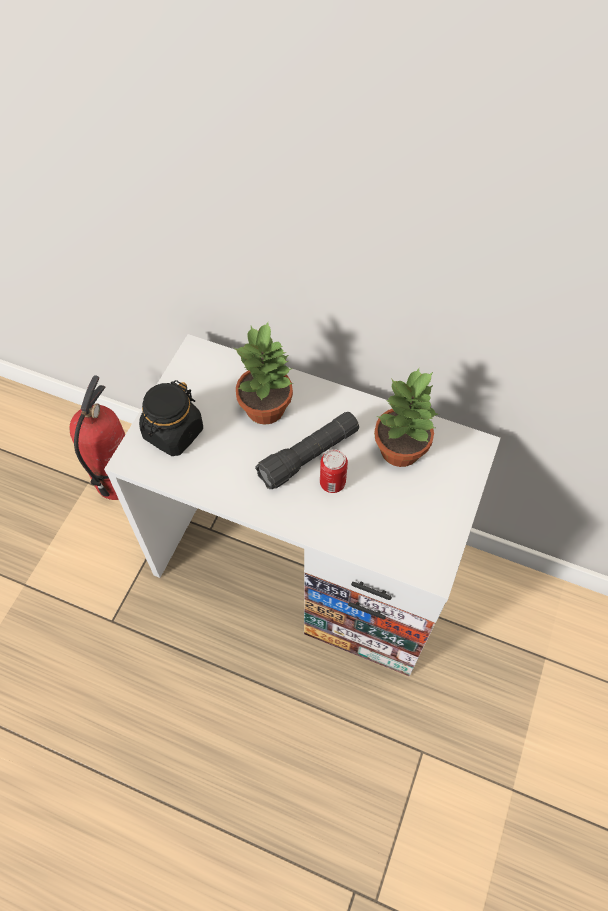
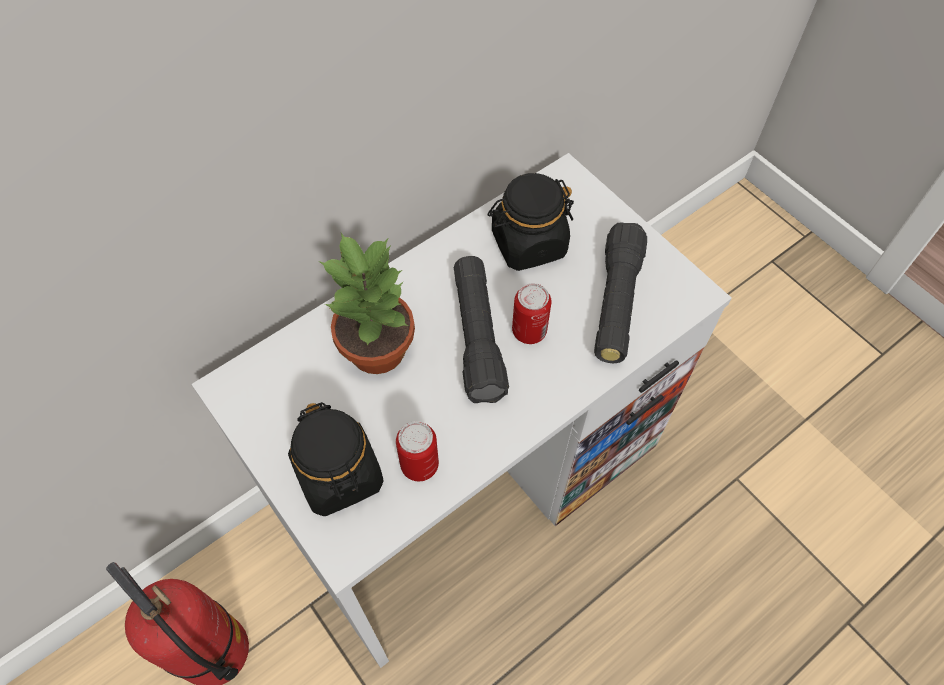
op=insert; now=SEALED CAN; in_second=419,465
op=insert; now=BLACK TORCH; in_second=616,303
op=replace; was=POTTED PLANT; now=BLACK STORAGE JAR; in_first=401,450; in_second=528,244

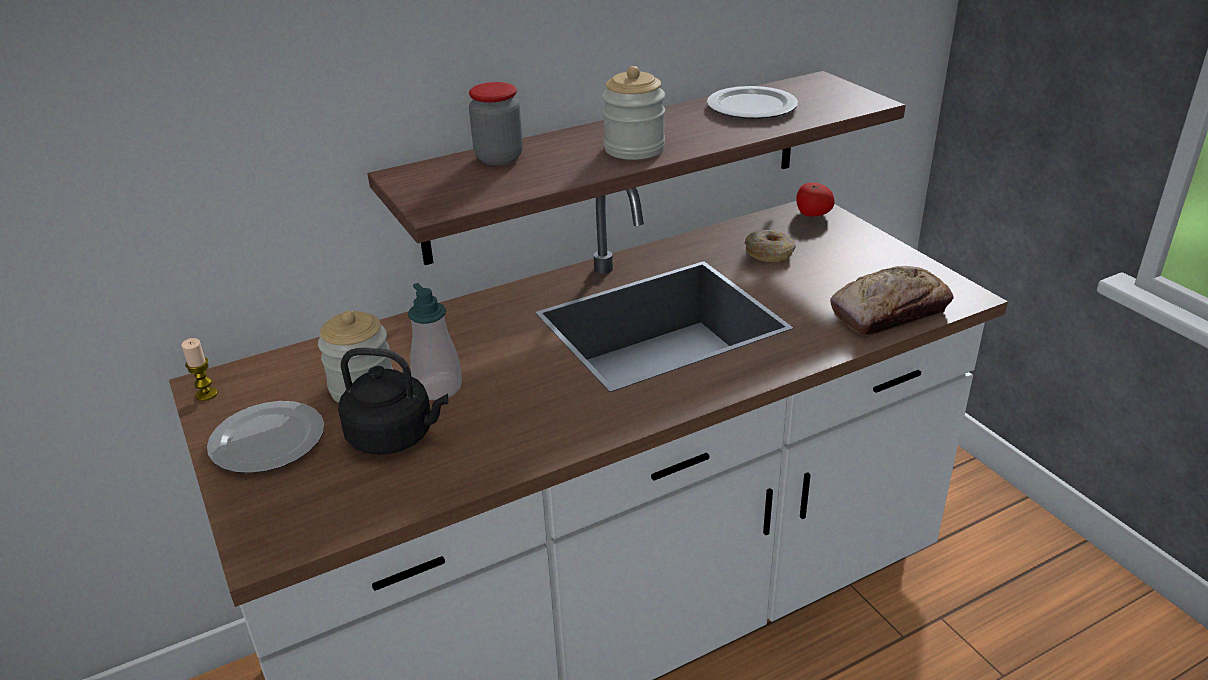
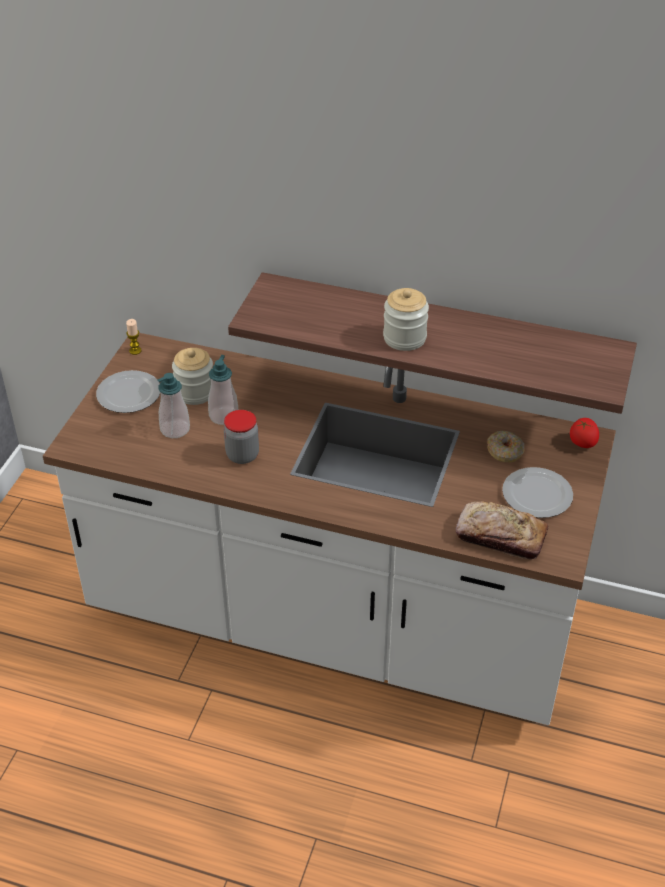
op=move; was=STORAGE JAR; in_first=499,158; in_second=242,455
op=move; was=PLATE; in_first=751,106; in_second=538,494
op=replace; was=BLACK KETTLE; now=LIQUID SOAP BOTTLE; in_first=395,437; in_second=175,429

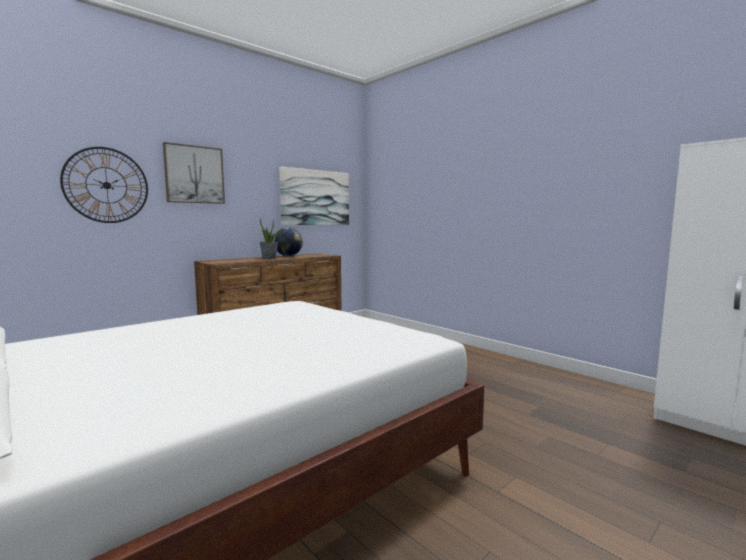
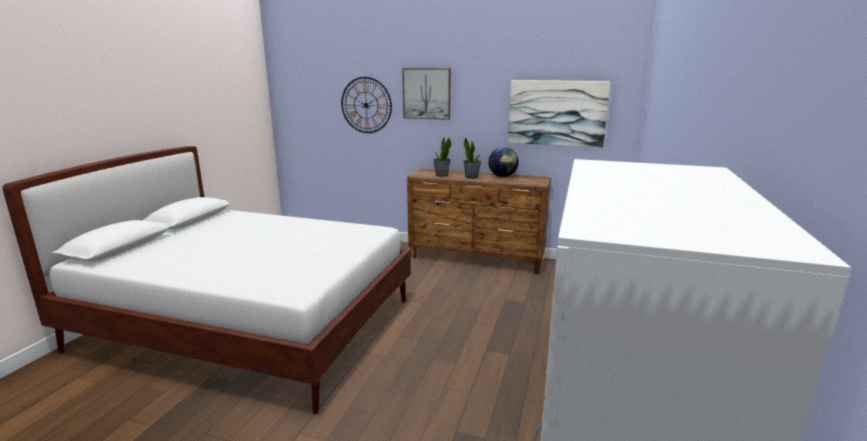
op=insert; now=POTTED PLANT; in_second=441,175

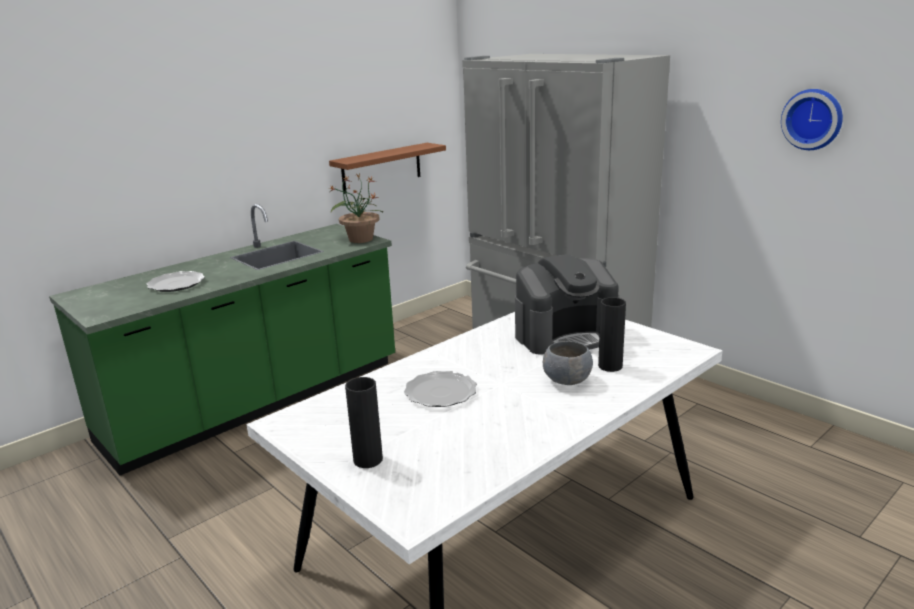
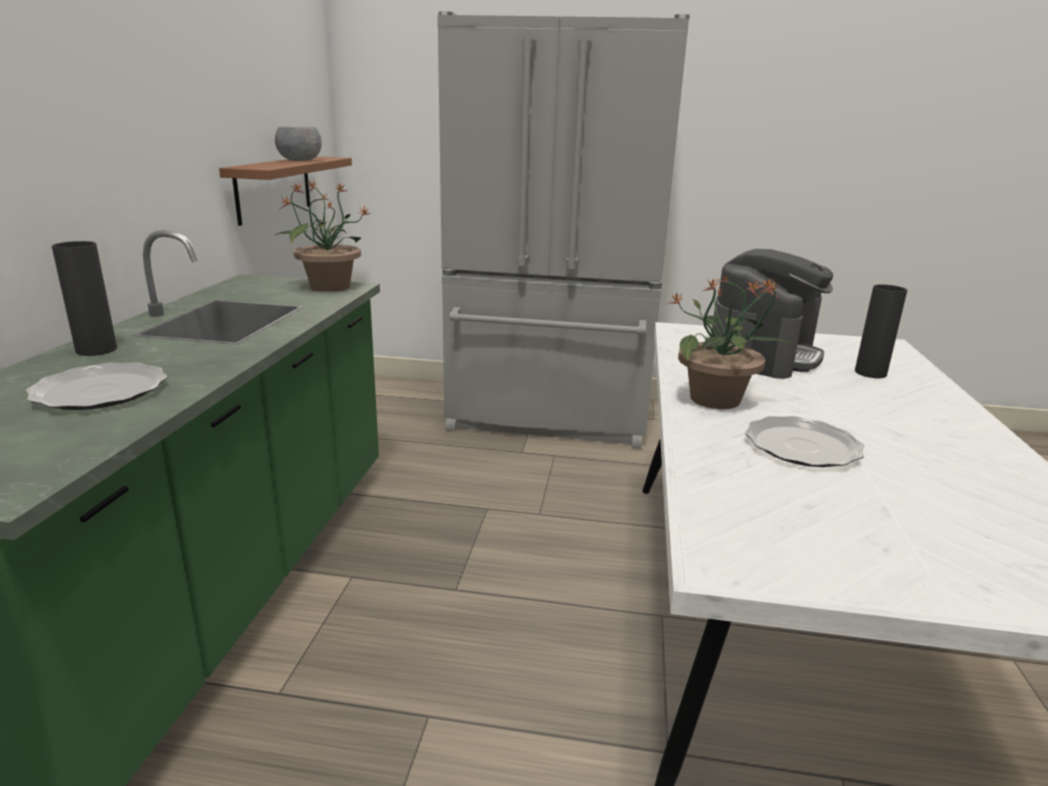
op=delete; was=CLOCK ON THE WALL; in_first=813,119
op=insert; now=POTTED PLANT; in_second=717,400
op=move; was=BLACK VASE; in_first=368,459; in_second=96,350
op=move; was=GREYISH DEEP DISH; in_first=567,380; in_second=300,160

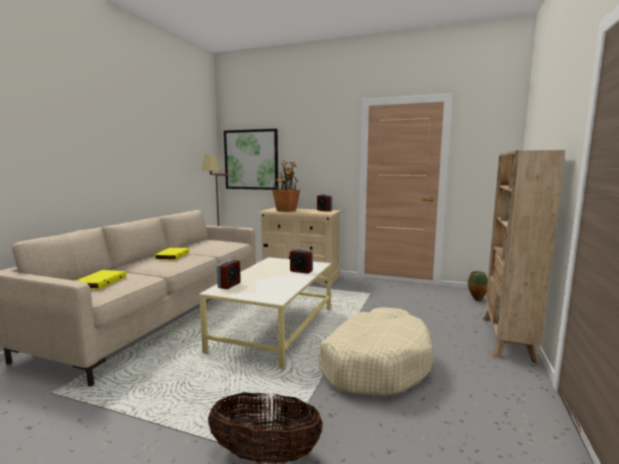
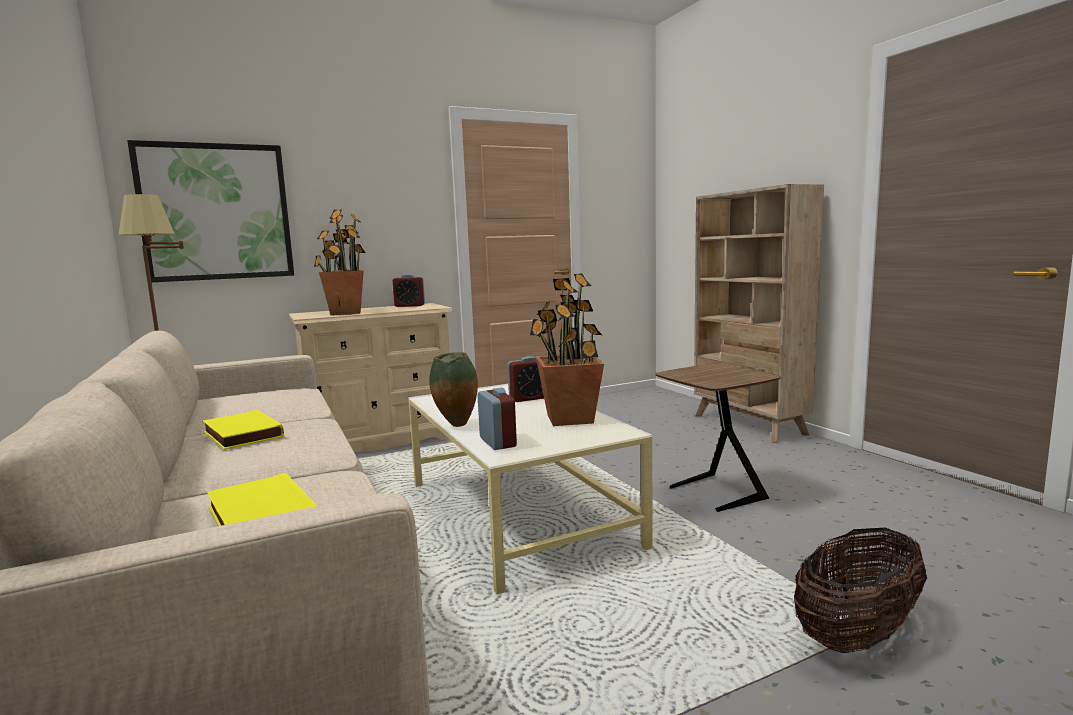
op=insert; now=POTTED PLANT; in_second=569,419
op=move; was=VASE; in_first=476,300; in_second=456,426
op=replace; was=BEIGE-COLOURED DOG BED; now=BROWN END TABLE; in_first=374,363; in_second=715,494

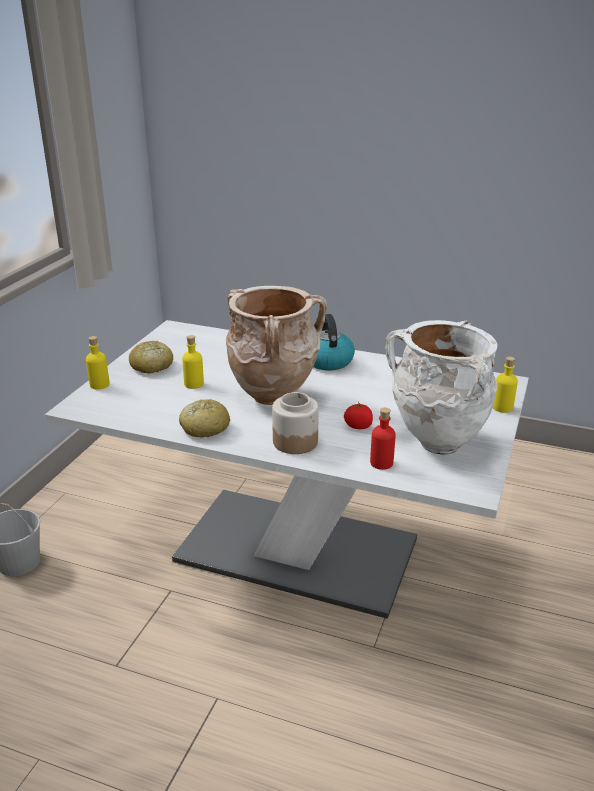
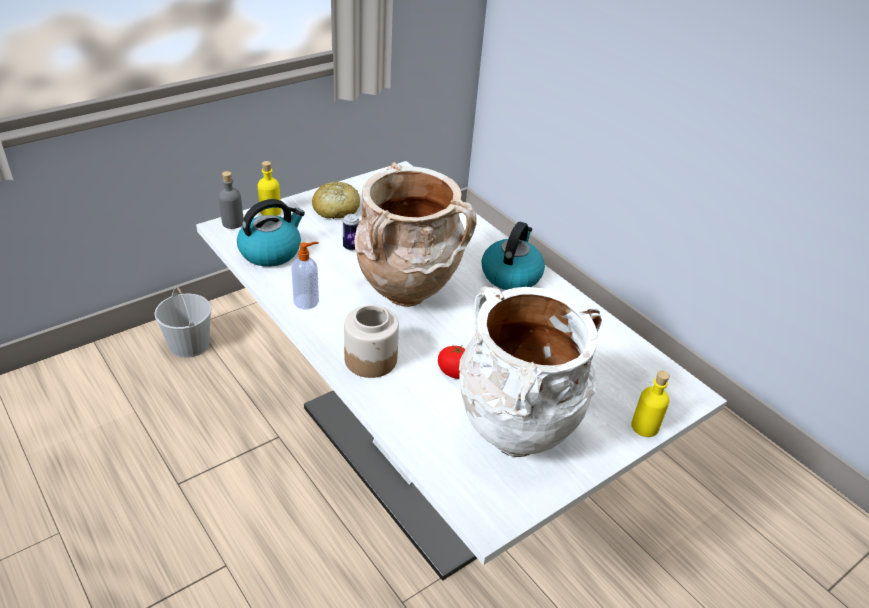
op=delete; was=REDDISH BOTTLE; in_first=381,463
op=insert; now=GREYISH BOTTLE; in_second=232,223
op=insert; now=KETTLE; in_second=271,251
op=replace; was=BAKERY BREAD; now=LIQUID SOAP BOTTLE; in_first=204,427; in_second=307,301
op=replace; was=YELLOW BOTTLE; now=SEALED CAN; in_first=194,384; in_second=351,247

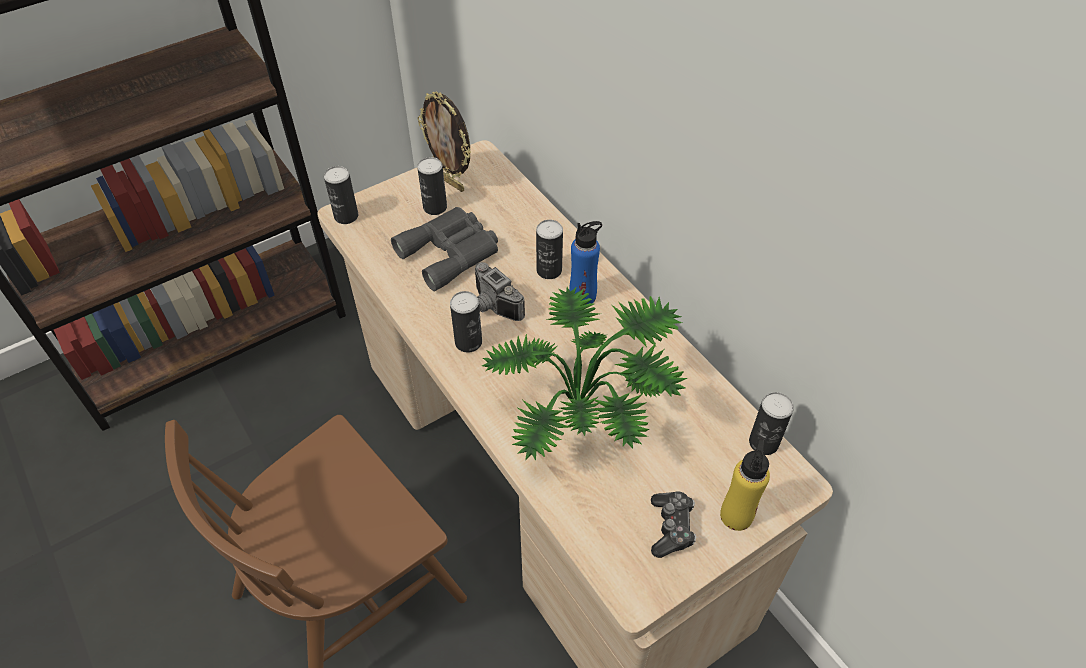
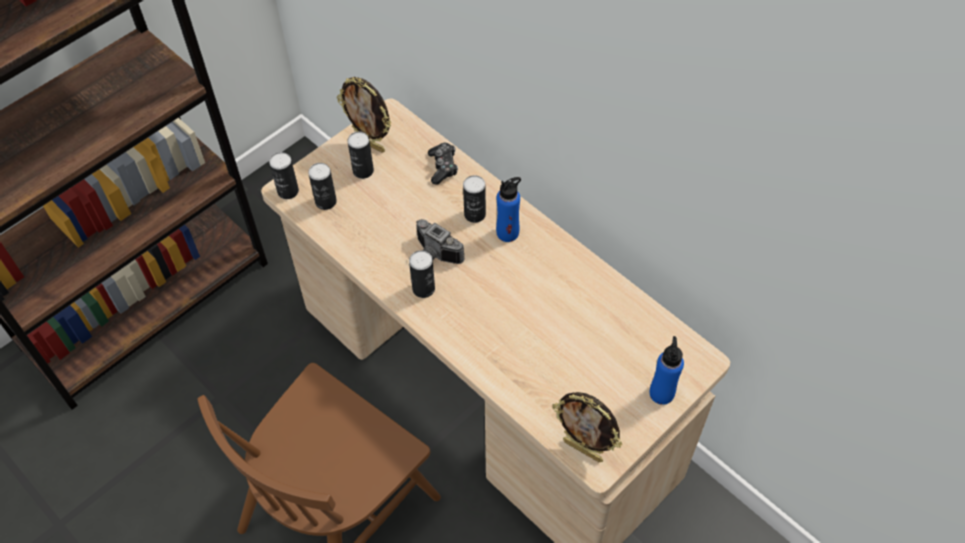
op=delete; was=GREYISH BINOCULARS; in_first=451,252
op=delete; was=POTTED PLANT; in_first=587,414
op=insert; now=PHOTO FRAME; in_second=583,450
op=move; was=JOYPAD; in_first=671,527; in_second=443,167
op=move; was=SEALED CAN; in_first=763,442; in_second=326,201
op=recolor; was=YELLOW BOTTLE; now=BLUISH BOTTLE; in_first=736,515; in_second=661,393

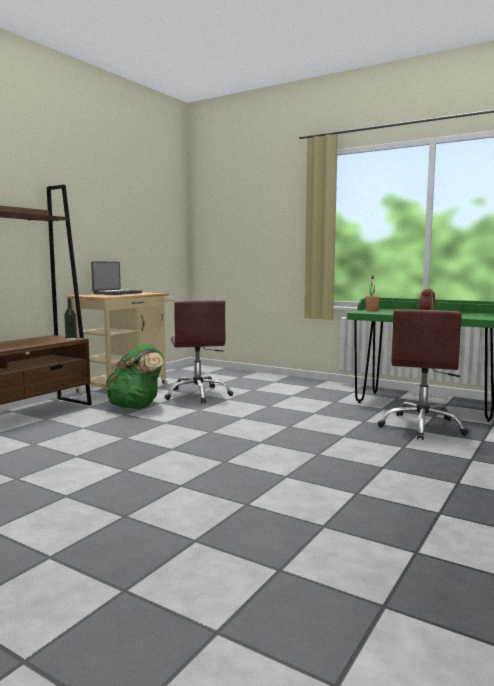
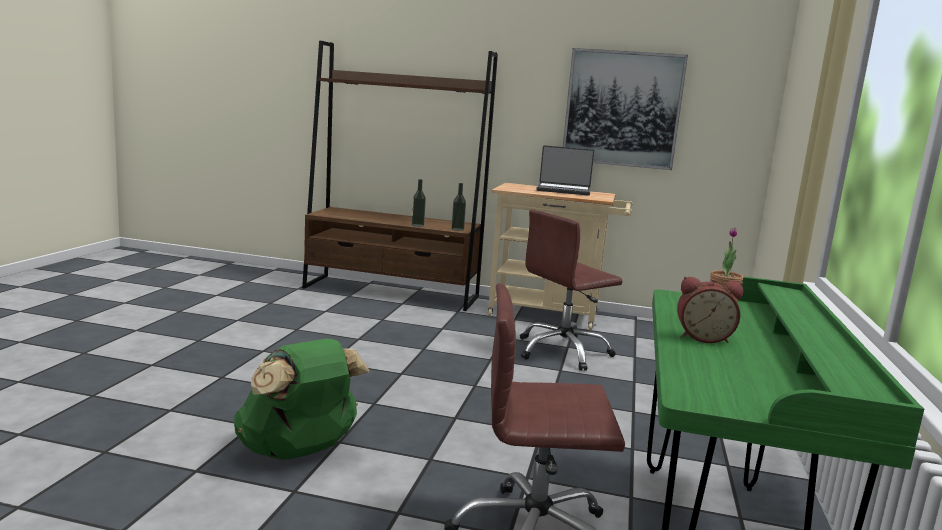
op=insert; now=BOTTLE; in_second=417,225
op=insert; now=WALL ART; in_second=622,109
op=move; was=GREEN-COLOURED KNAPSACK; in_first=136,406; in_second=299,451

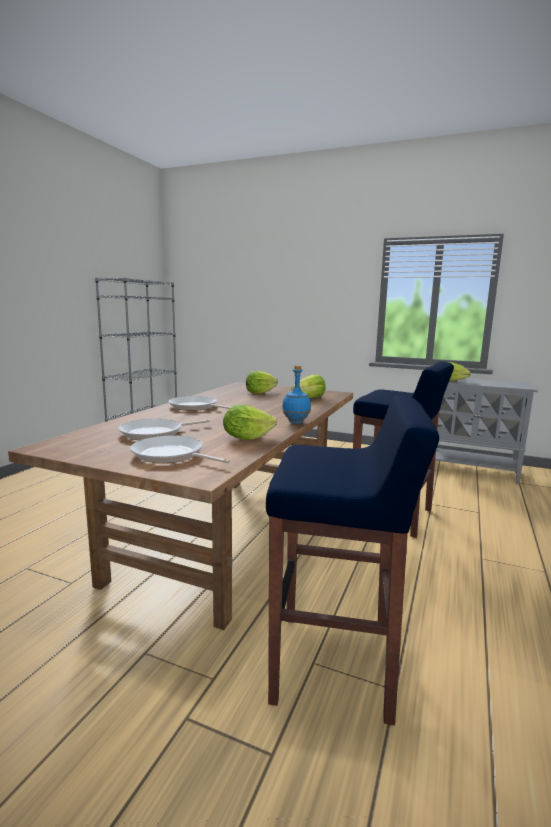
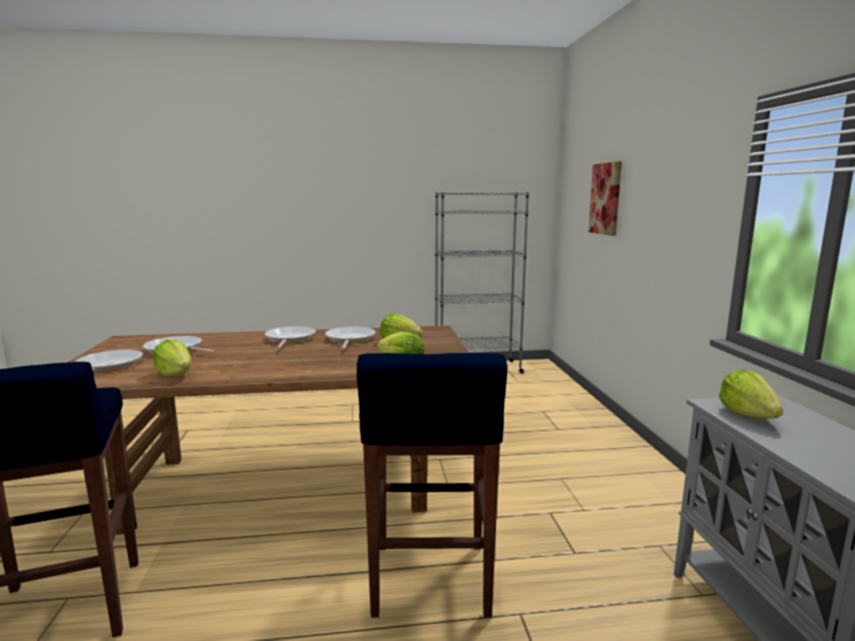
op=delete; was=BLUISH BOTTLE; in_first=295,422
op=insert; now=PAN; in_second=349,339
op=insert; now=WALL ART; in_second=605,198

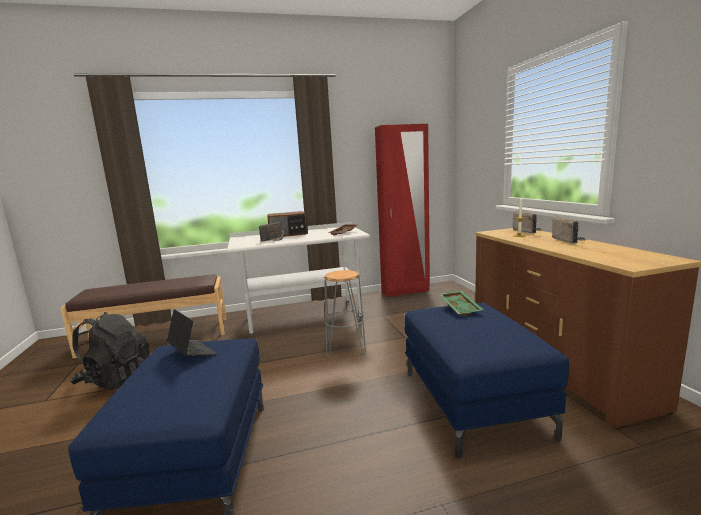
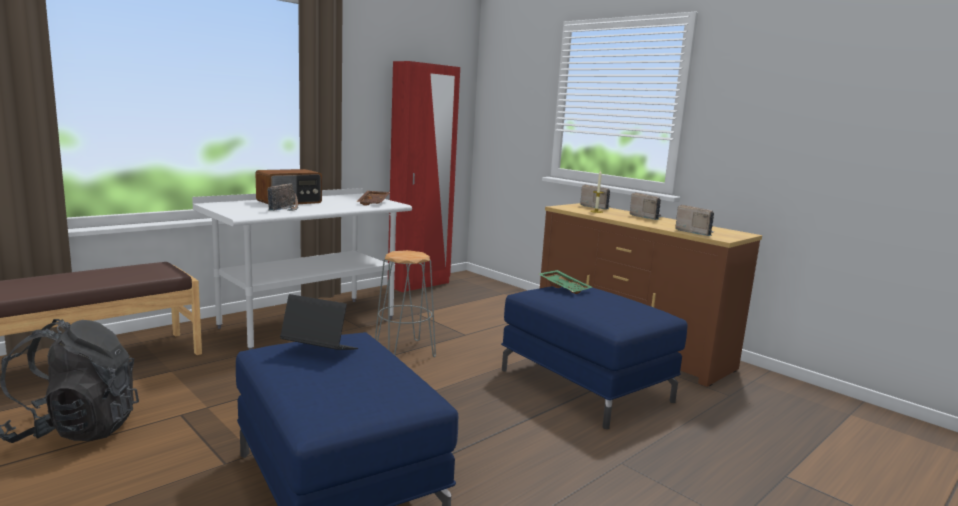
op=insert; now=RADIO SET; in_second=695,232

